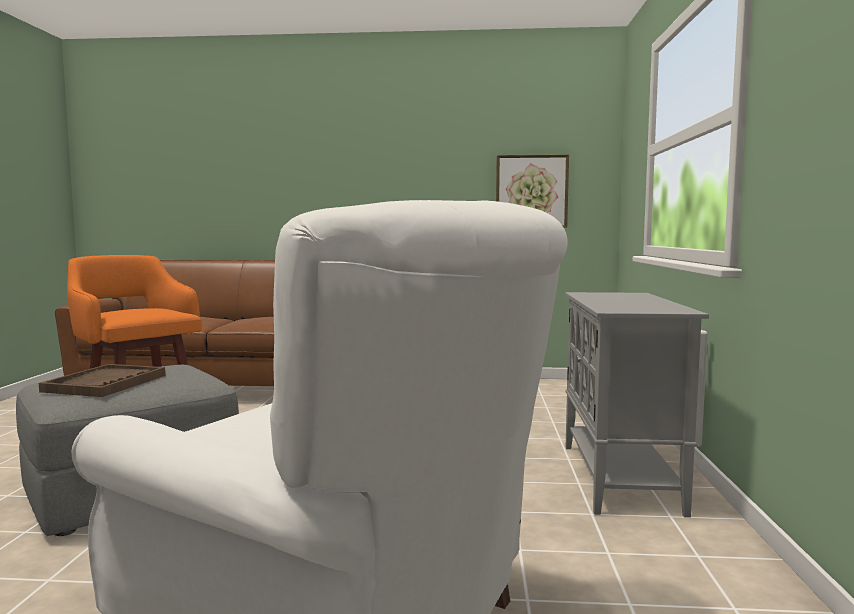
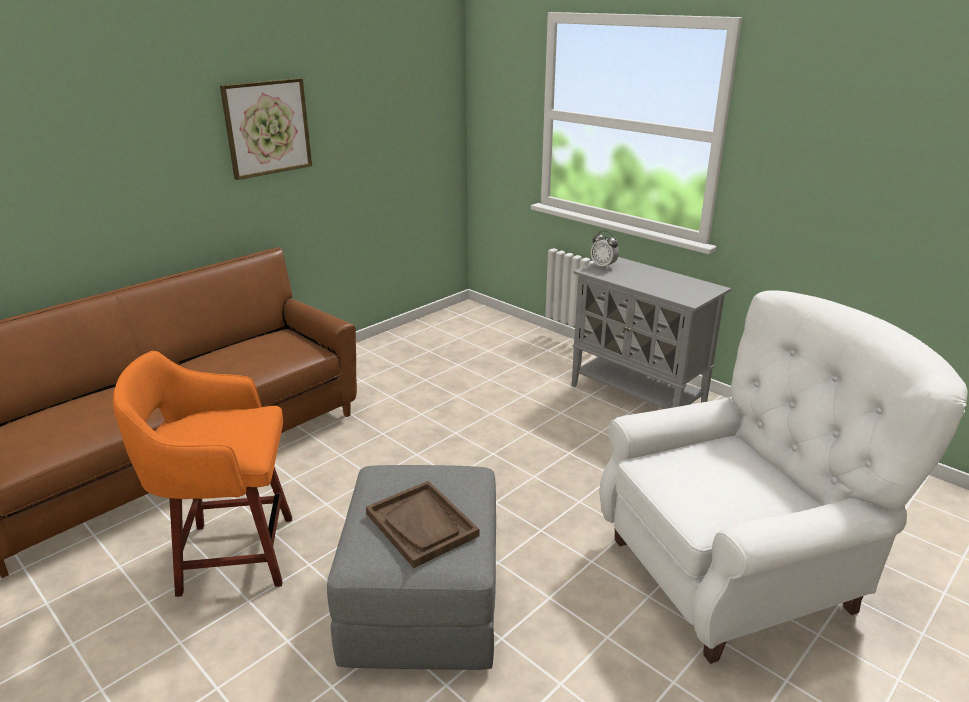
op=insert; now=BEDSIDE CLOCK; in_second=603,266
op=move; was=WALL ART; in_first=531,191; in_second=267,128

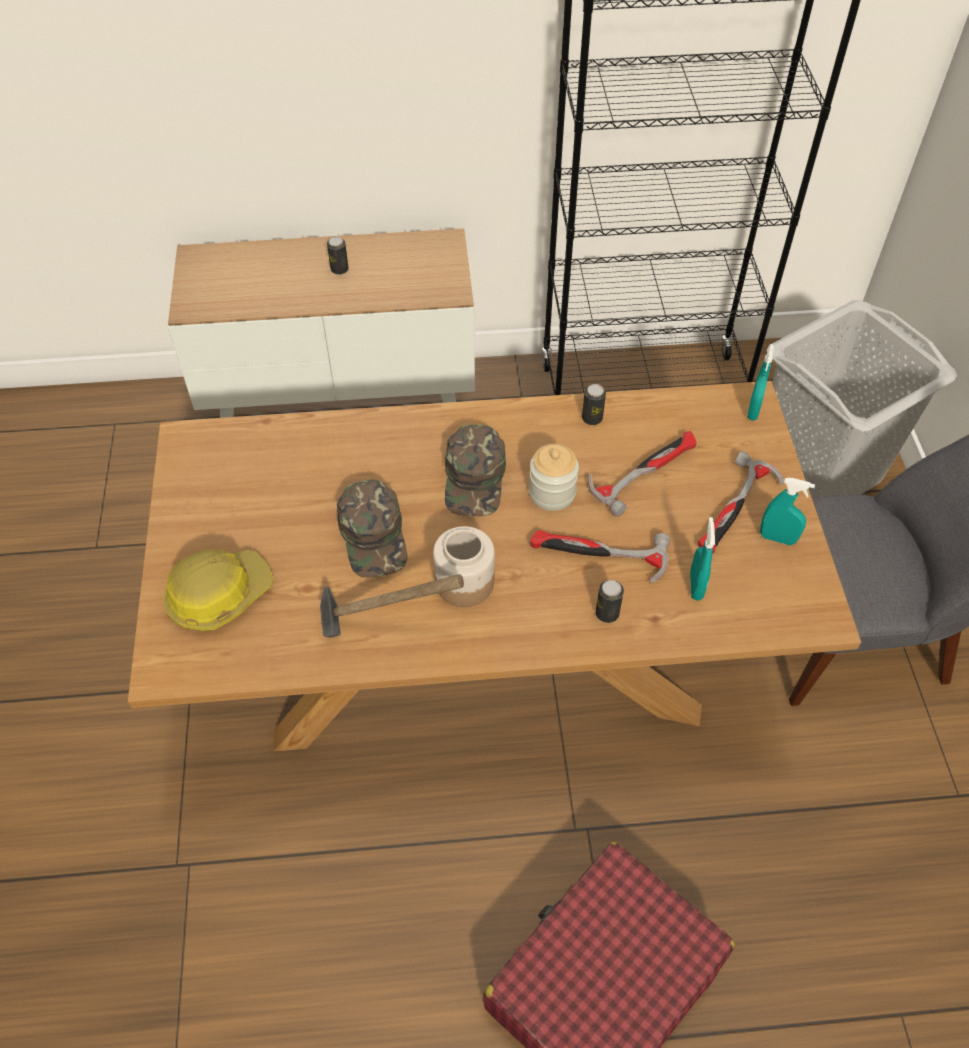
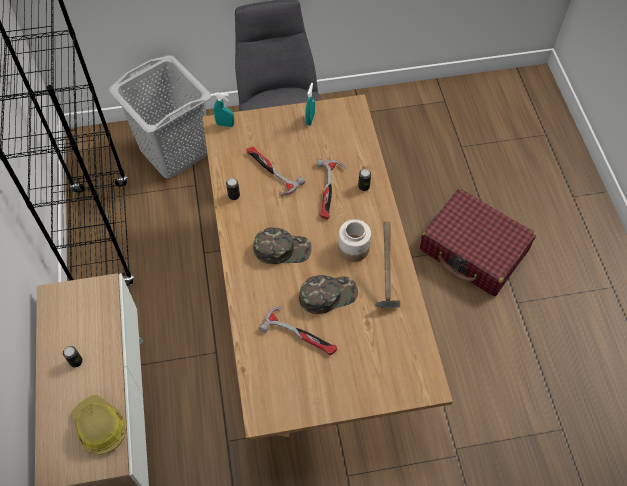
op=delete; was=STORAGE JAR; in_first=552,493
op=delete; was=BLUE-GREEN SPRAYER; in_first=696,586
op=move; was=HARD HAT; in_first=218,595; in_second=100,427
op=move; was=HAMMER; in_first=735,511; in_second=301,334

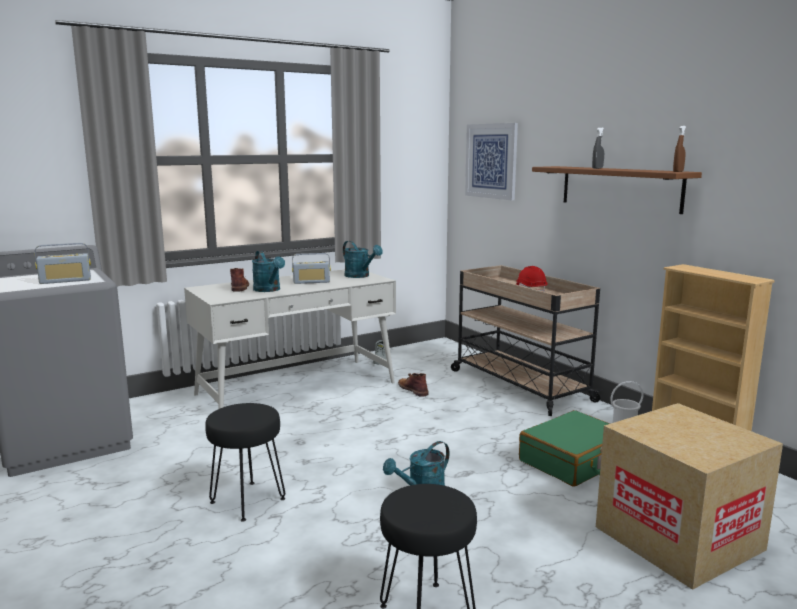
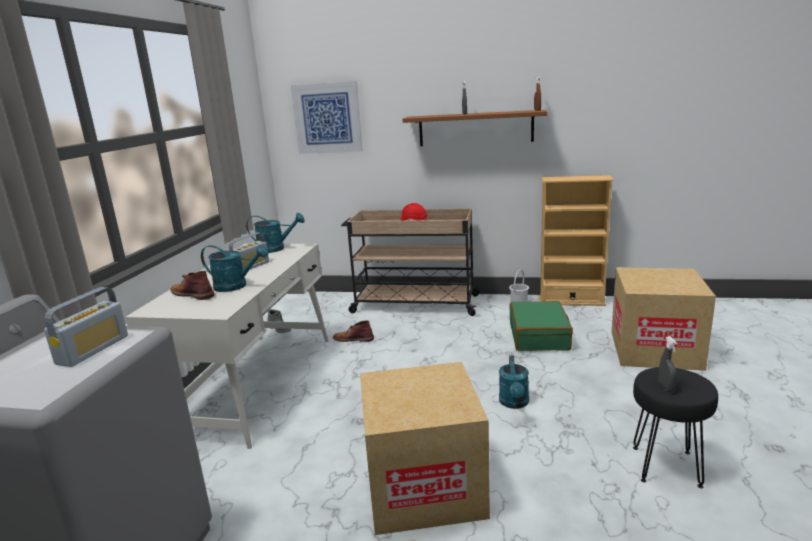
op=insert; now=GREYISH SPRAYER; in_second=665,387
op=replace; was=BLACK SITTING STOOL; now=CARDBOARD BOX; in_first=248,500; in_second=424,486

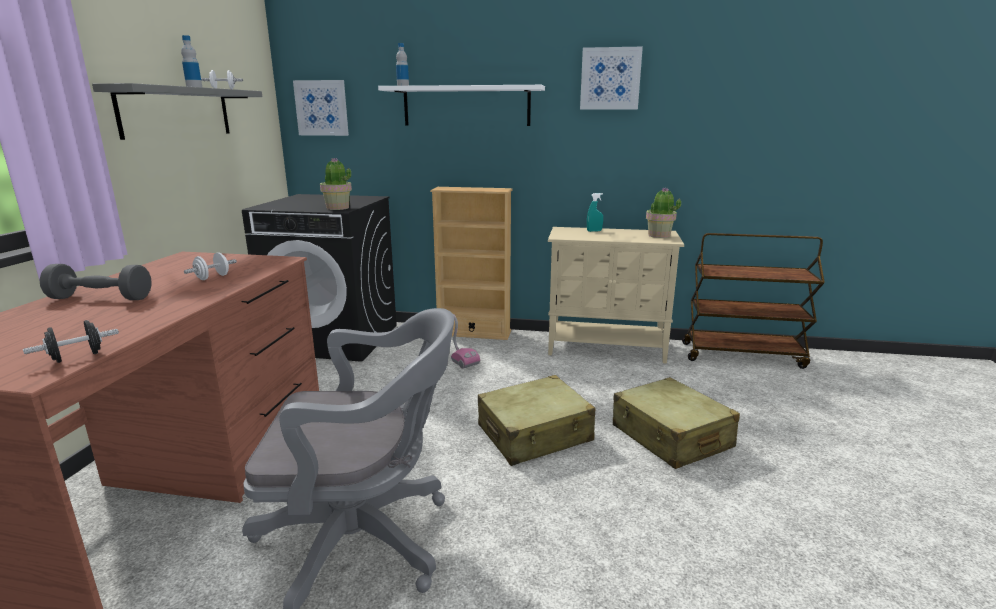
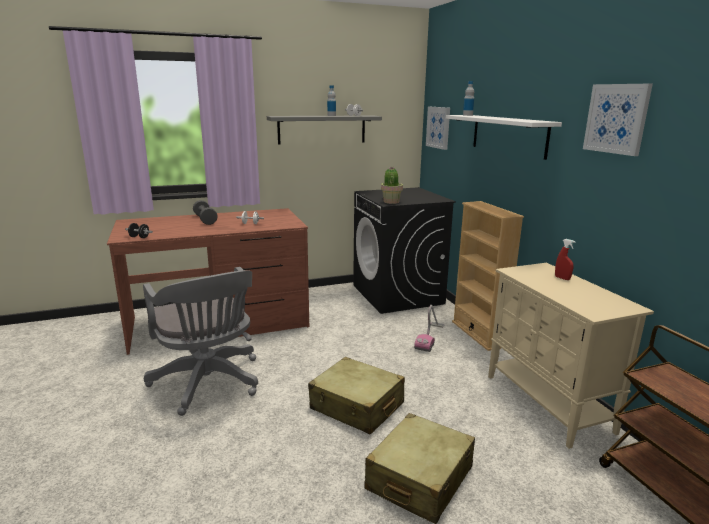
op=delete; was=POTTED PLANT; in_first=659,235
op=recolor; was=BLUE-GREEN SPRAYER; now=REDDISH SPRAYER; in_first=594,231; in_second=562,278

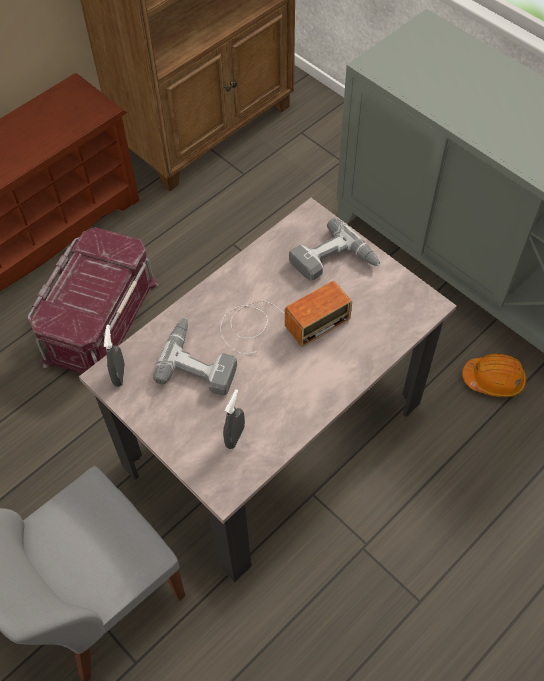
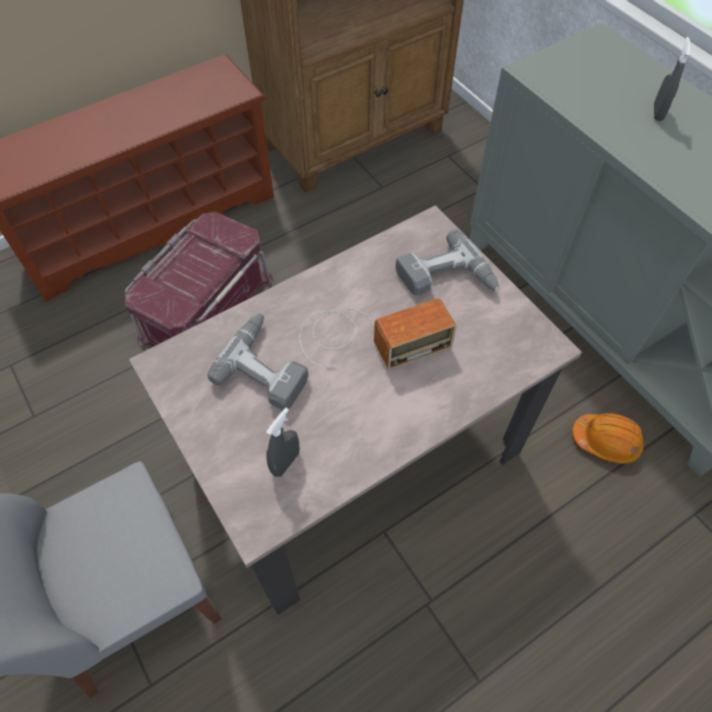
op=move; was=GREYISH SPRAYER; in_first=119,375; in_second=657,113

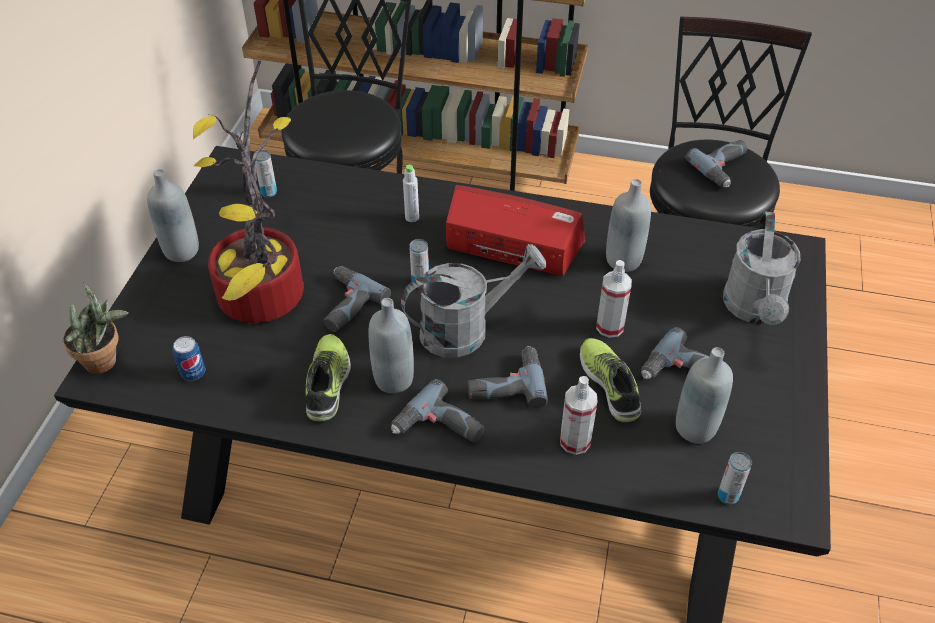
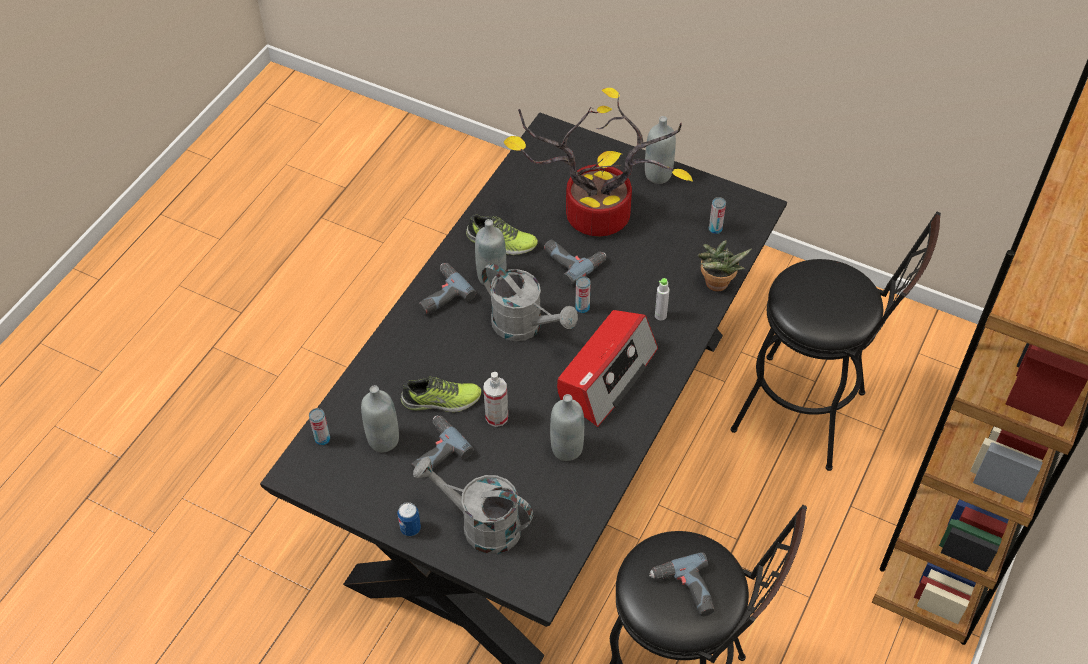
op=delete; was=POWER DRILL; in_first=505,382
op=delete; was=SPRAYER; in_first=575,441
op=move; was=POTTED PLANT; in_first=106,361; in_second=717,286
op=move; was=SEALED CAN; in_first=193,373; in_second=410,528
op=rotate; was=GREYISH WATERING CAN; in_first=466,328; in_second=525,326; clockwise=-45

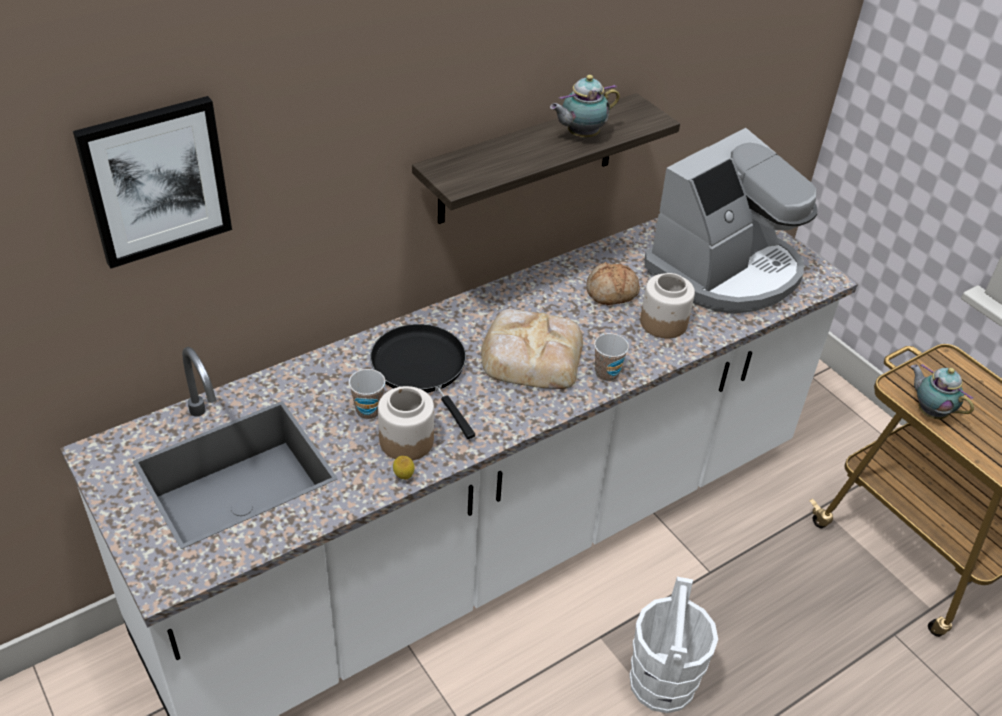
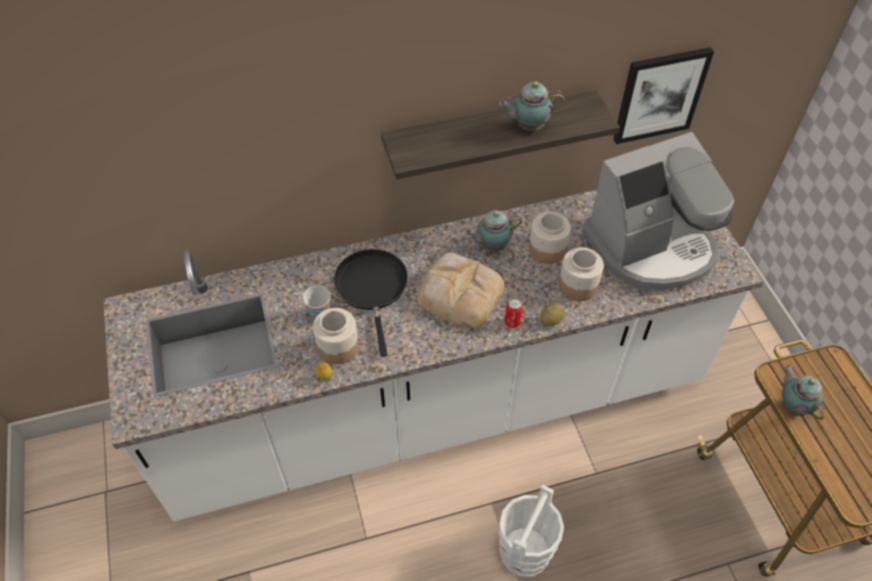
op=insert; now=POT FOR TEA; in_second=491,245
op=insert; now=POTATO; in_second=551,320
op=move; was=WALL ART; in_first=156,181; in_second=660,95
op=replace; was=BAKERY BREAD; now=STORAGE JAR; in_first=612,293; in_second=547,249
op=replace; was=SMALL CUP; now=SEALED CAN; in_first=606,373; in_second=512,322

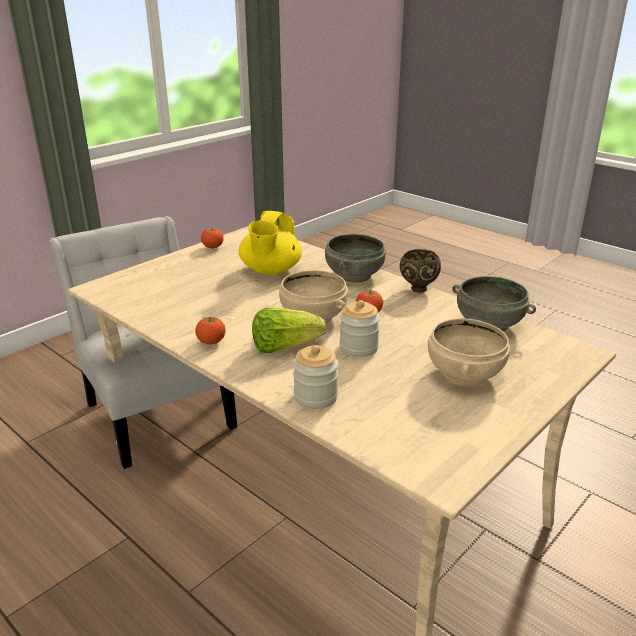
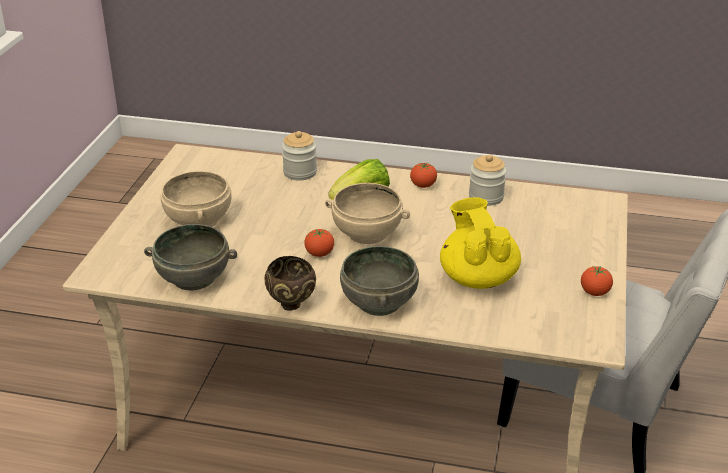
op=move; was=STORAGE JAR; in_first=358,348; in_second=486,197

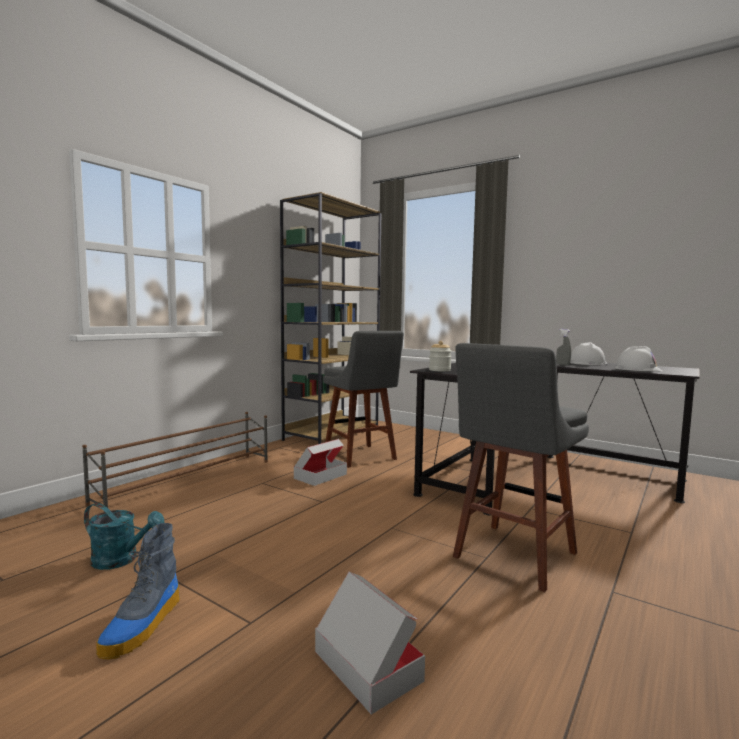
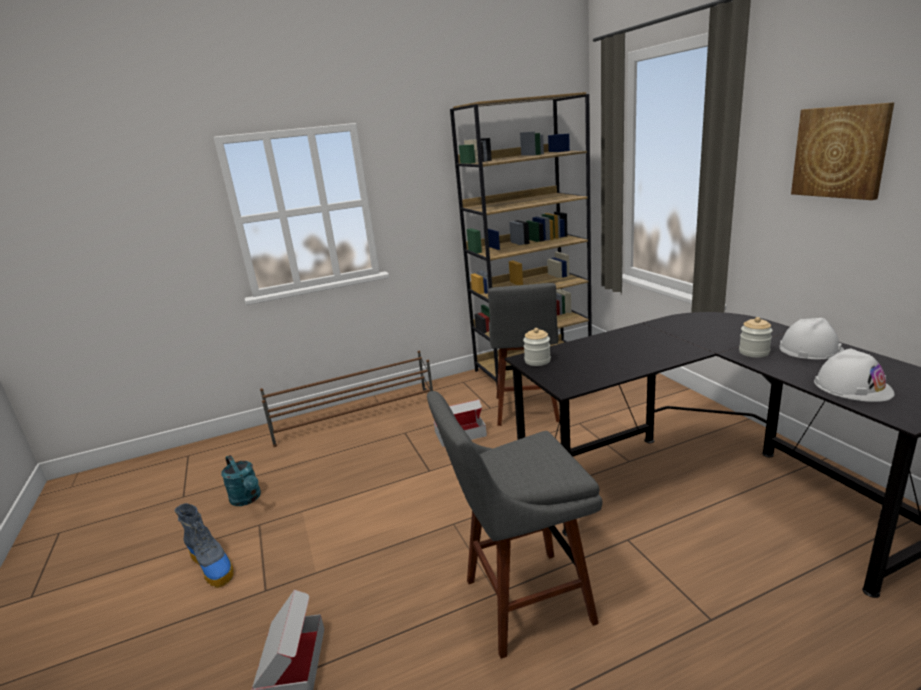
op=insert; now=WALL ART; in_second=840,152
op=replace; was=GREYISH SPRAYER; now=STORAGE JAR; in_first=563,364; in_second=754,352
op=rotate; was=TALL BOOT; in_first=143,626; in_second=213,566; clockwise=-90

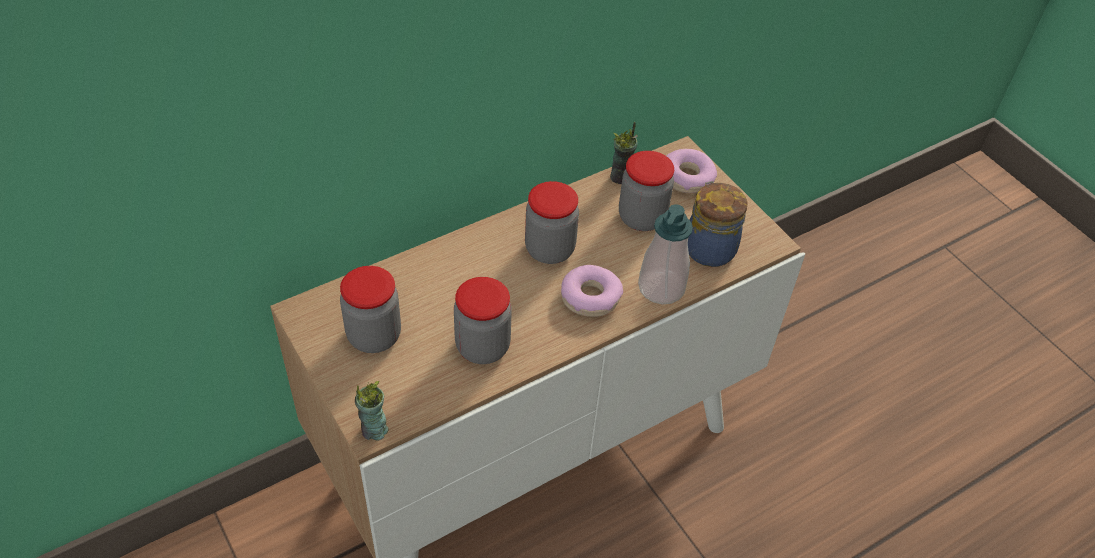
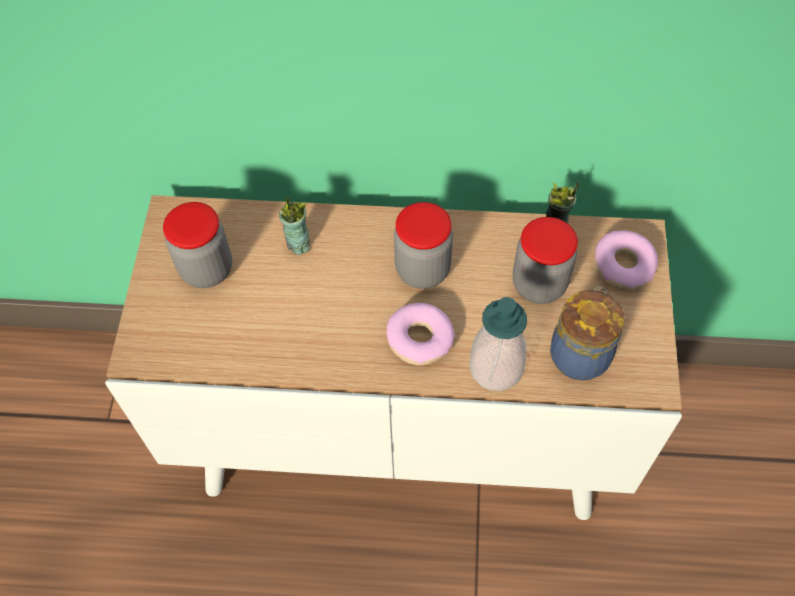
op=delete; was=STORAGE JAR; in_first=482,347
op=move; was=SMALL CUP; in_first=374,430; in_second=298,244

